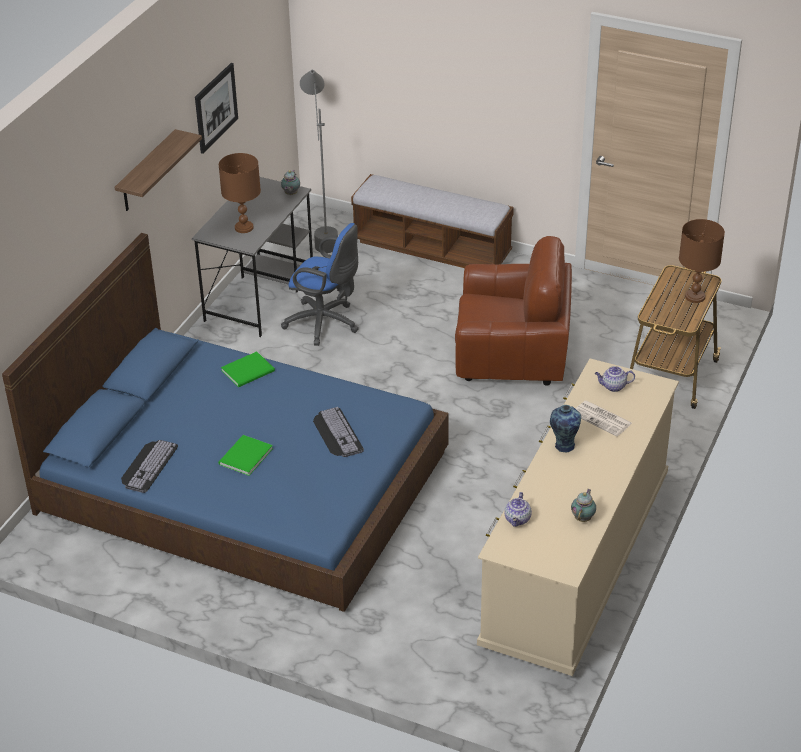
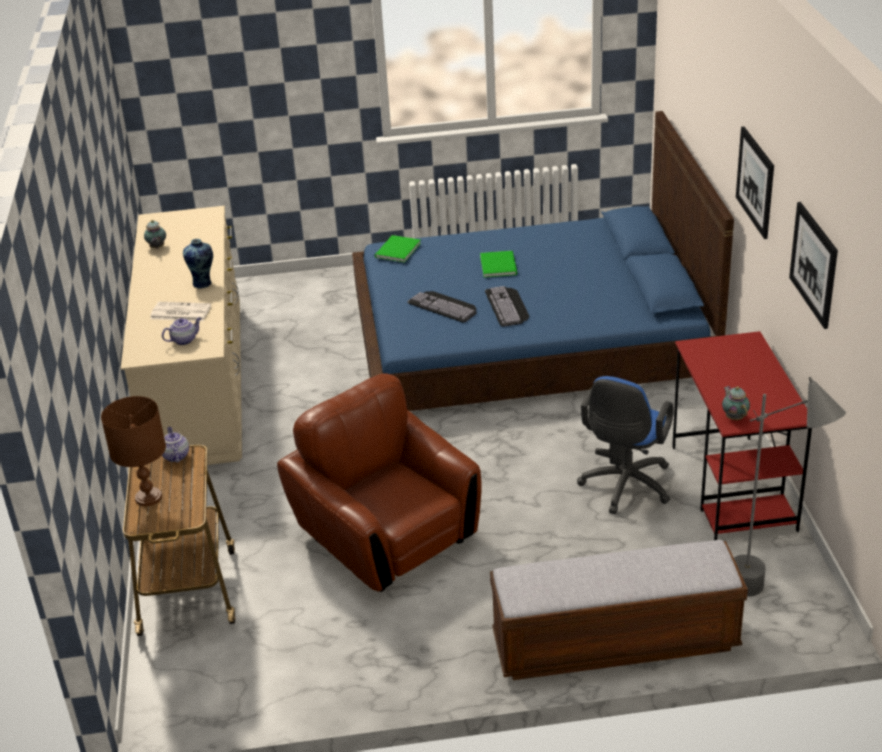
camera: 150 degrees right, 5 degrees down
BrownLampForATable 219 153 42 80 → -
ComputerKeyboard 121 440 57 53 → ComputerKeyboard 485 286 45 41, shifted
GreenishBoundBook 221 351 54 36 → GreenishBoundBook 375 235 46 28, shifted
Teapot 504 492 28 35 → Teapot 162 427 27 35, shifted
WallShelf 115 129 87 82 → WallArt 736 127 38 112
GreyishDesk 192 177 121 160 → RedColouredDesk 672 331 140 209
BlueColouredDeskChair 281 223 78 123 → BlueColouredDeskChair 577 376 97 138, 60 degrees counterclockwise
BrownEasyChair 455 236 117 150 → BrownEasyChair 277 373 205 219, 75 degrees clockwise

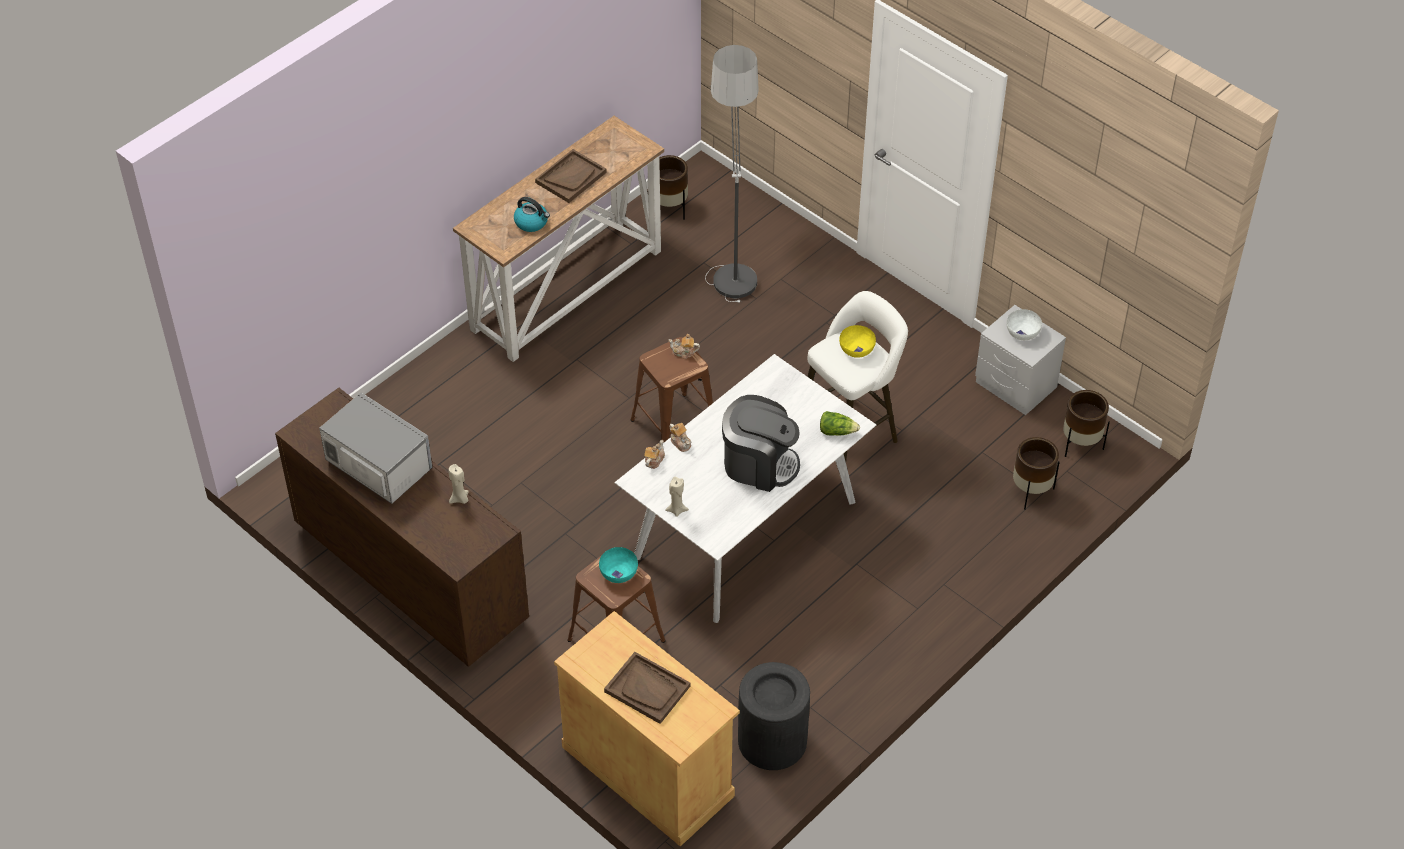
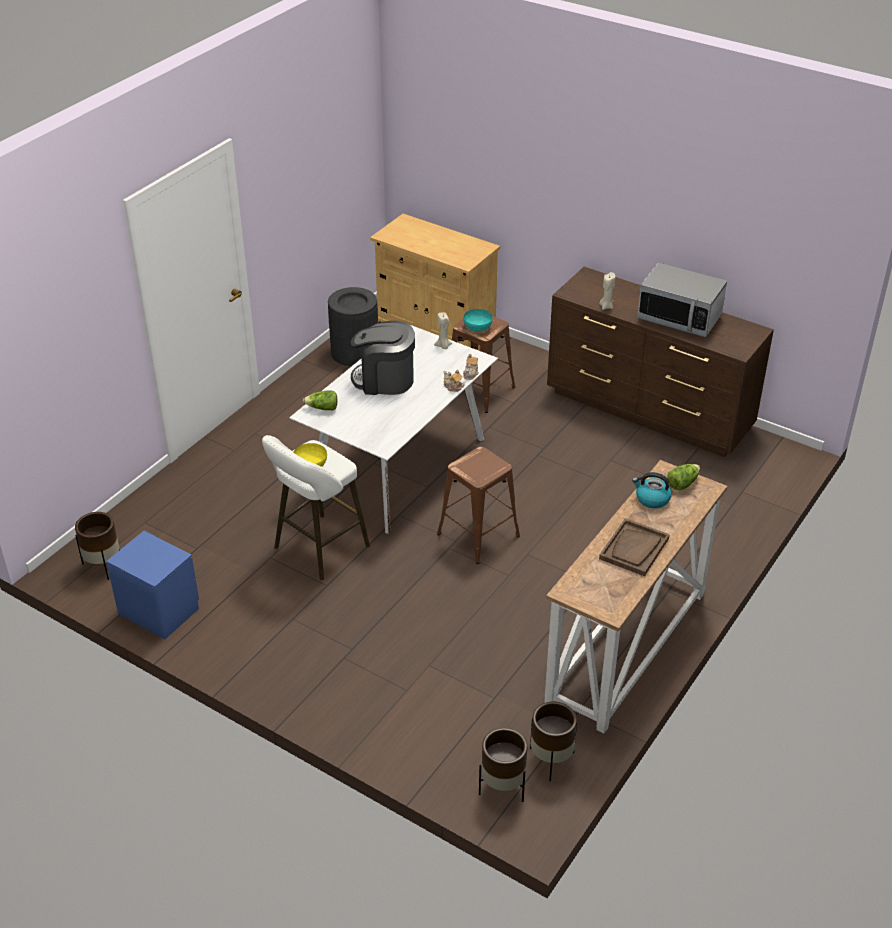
camera: 170 degrees right, 10 degrees down
BrownTray 604 652 86 72 → -
Teapot 669 334 31 25 → -
StandingLamp 705 45 54 258 → -
WhiteServingBowl 1007 309 35 31 → -
- → Lettuce 667 464 33 26
BrownFlowerPot 1013 437 47 73 → BrownFlowerPot 479 728 49 74, shifted
GreyishBedsideTable 975 305 91 110 → BlueColouredBedsideTable 106 531 93 108

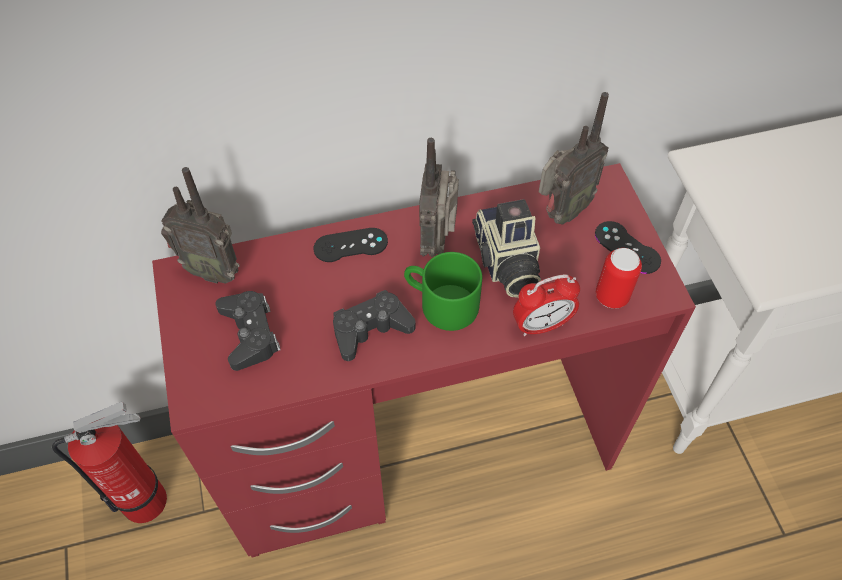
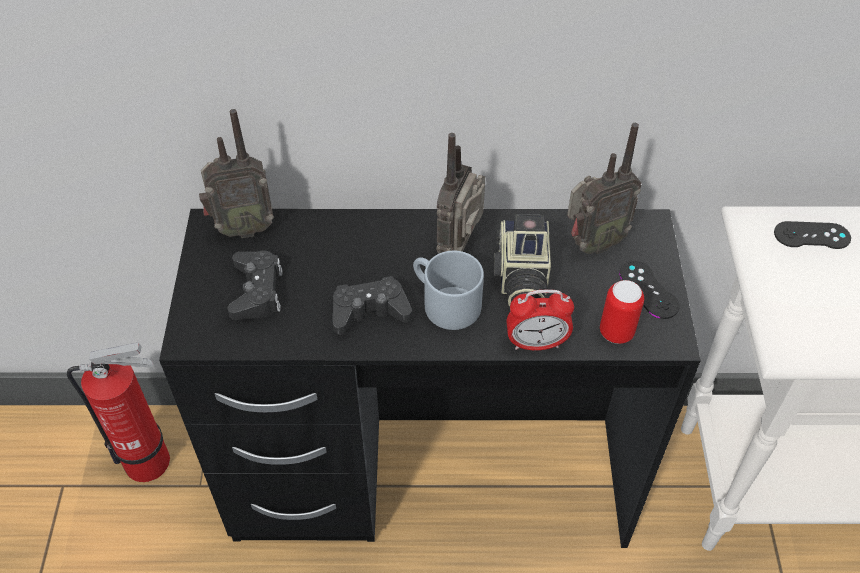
camera: 15 degrees right, 5 degrees down
BlackColouredJoypad 314 228 74 34 → BlackColouredJoypad 774 221 77 28, shifted
RedColouredDesk 152 163 544 395 → BlackColouredDesk 159 209 542 339
GreenishCoffeeMug 404 252 78 79 → GreyishCoffeeMug 413 251 71 79
RadioSet 161 167 79 117 → RadioSet 199 109 75 129, 45 degrees counterclockwise

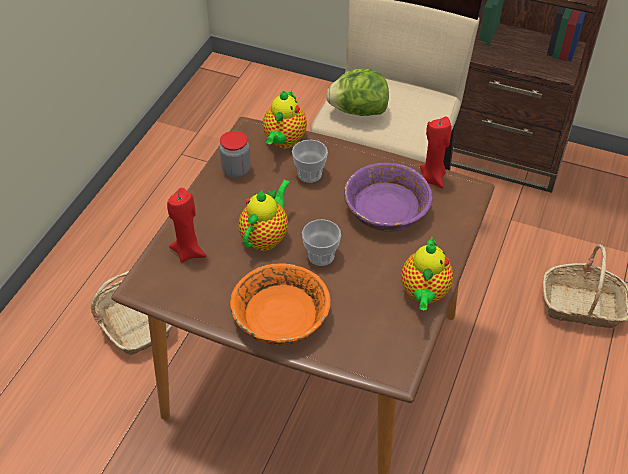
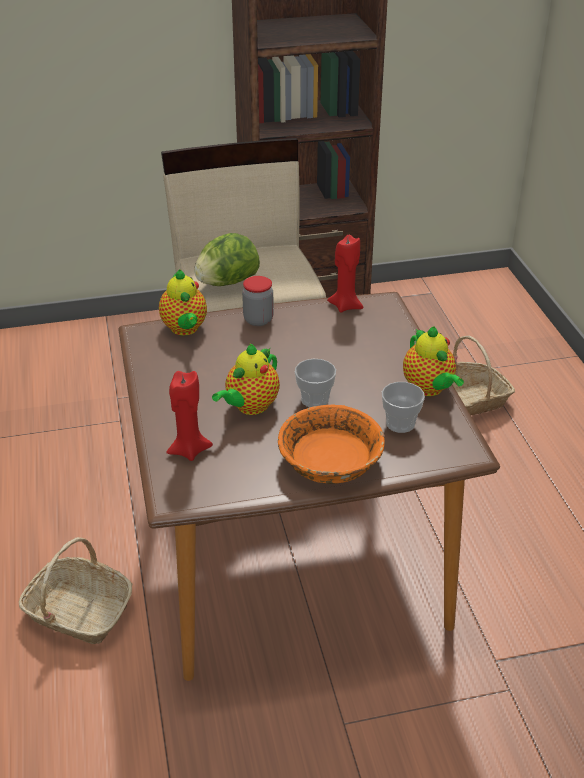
camera: 35 degrees left, 10 degrees down
PurpleServingBowl 344 163 89 68 → -
StorageJar 220 131 31 47 → StorageJar 242 276 32 50, shifted
Cup 292 139 36 44 → Cup 382 382 43 51, shifted
Teapot 238 180 53 71 → Teapot 212 344 68 71, 135 degrees counterclockwise

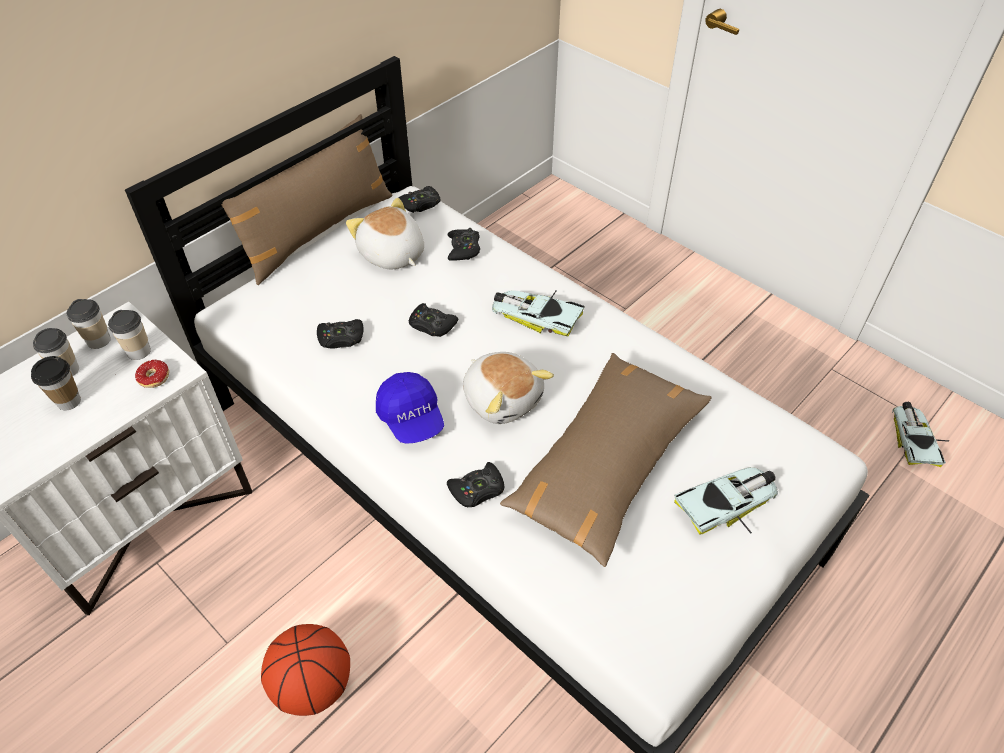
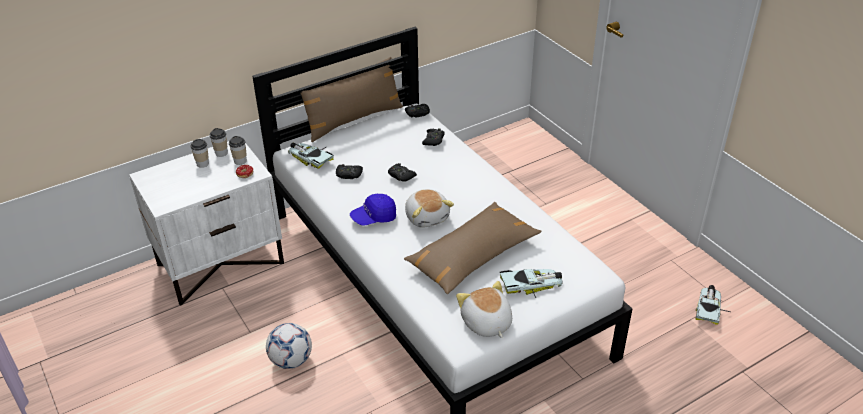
camera: 15 degrees right, 10 degrees down
Cup 31 356 50 55 → -
BlackColouredJoypad 447 462 57 45 → -
PlushToy 346 198 78 71 → PlushToy 456 281 56 57, shifted
ModelCar 492 290 93 46 → ModelCar 288 143 46 26, shifted
BallForBasketball 261 624 89 92 → BallForFootball 266 323 46 46
BlueColouredPeakedCap 376 372 68 72 → BlueColouredPeakedCap 350 194 46 32, 75 degrees clockwise

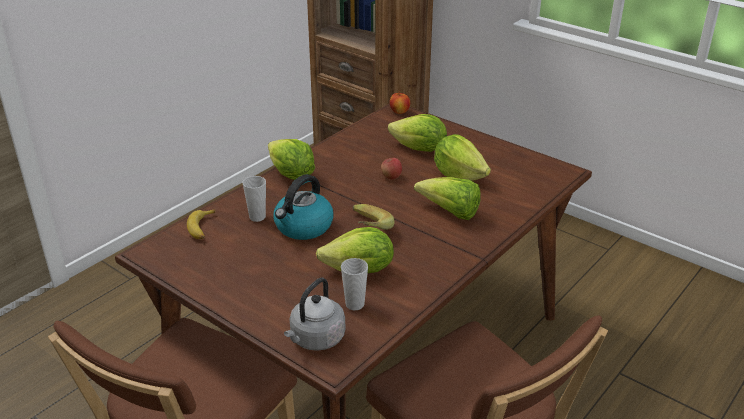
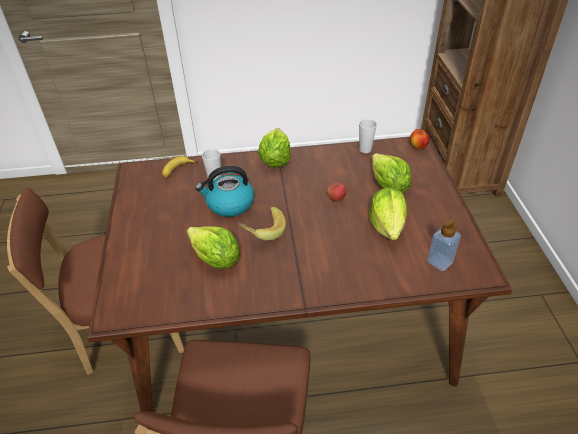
camera: 45 degrees right, 10 degrees up
GreyishWaterKettle 284 278 61 73 → -
Lettuce 414 177 67 43 → -
- → SoapDispenser 427 219 34 52
Cup 341 258 27 53 → Cup 359 119 18 34, shifted

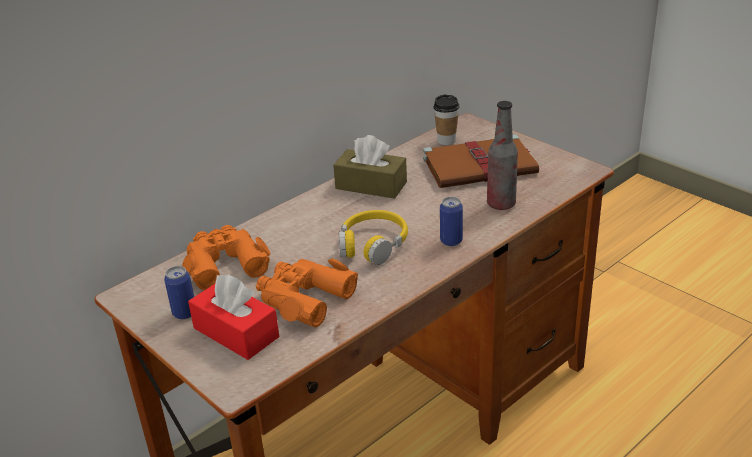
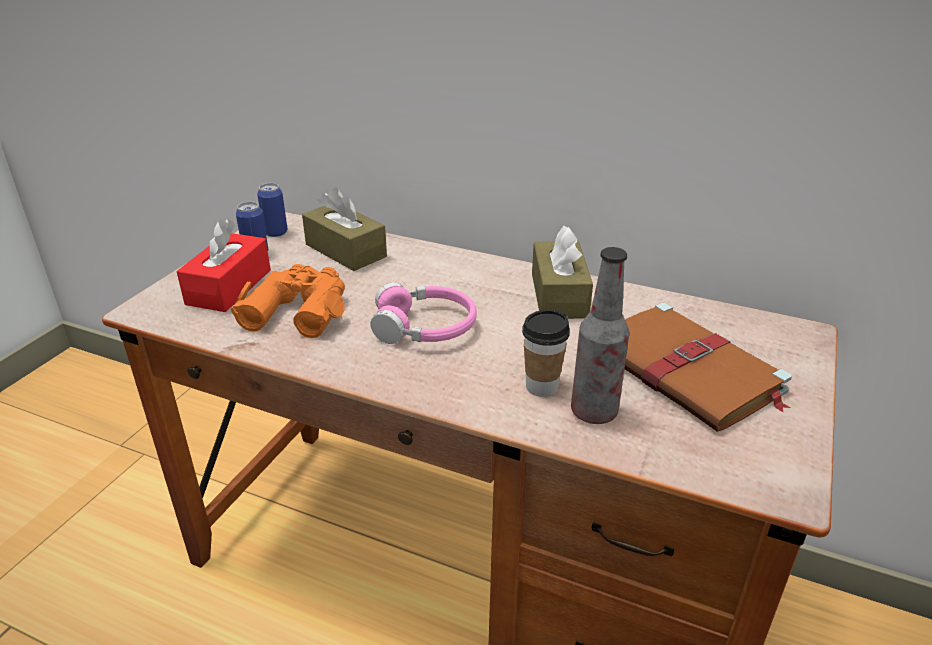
camera: 65 degrees right, 0 degrees up
Cup 433 94 26 51 → Cup 522 309 48 88, shifted
Can 440 197 23 49 → Can 257 183 31 54, shifted
OrangeColouredBinoculars 182 225 88 65 → BrownTissueHolder 302 188 85 83
YellowColouredHeadphones 339 210 69 55 → PinkHeadphones 371 283 106 61

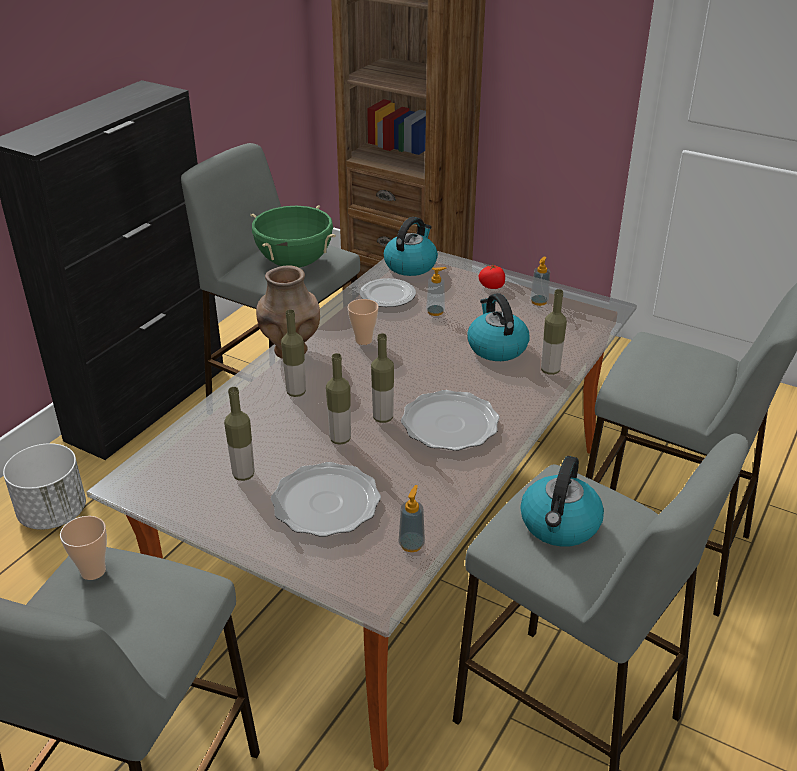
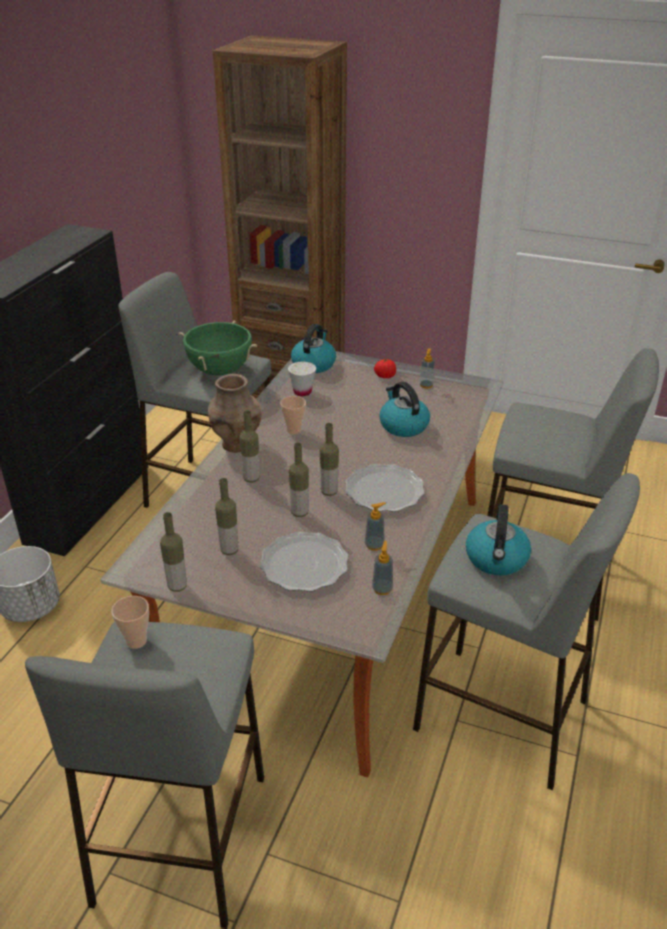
camera: 10 degrees left, 0 degrees up
SoapDispenser 426 267 21 49 → SoapDispenser 365 502 21 49, shifted
BeverageBottle 541 289 26 86 → BeverageBottle 160 512 27 80, shifted
Plate 360 278 56 29 → WhiteCup 288 362 28 34

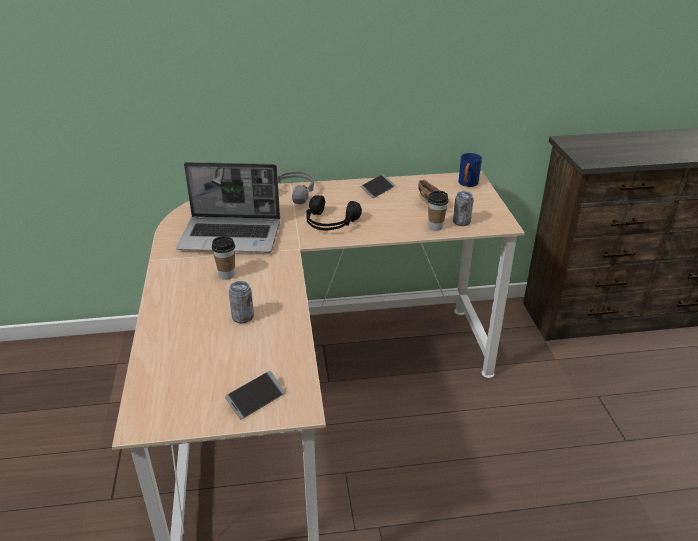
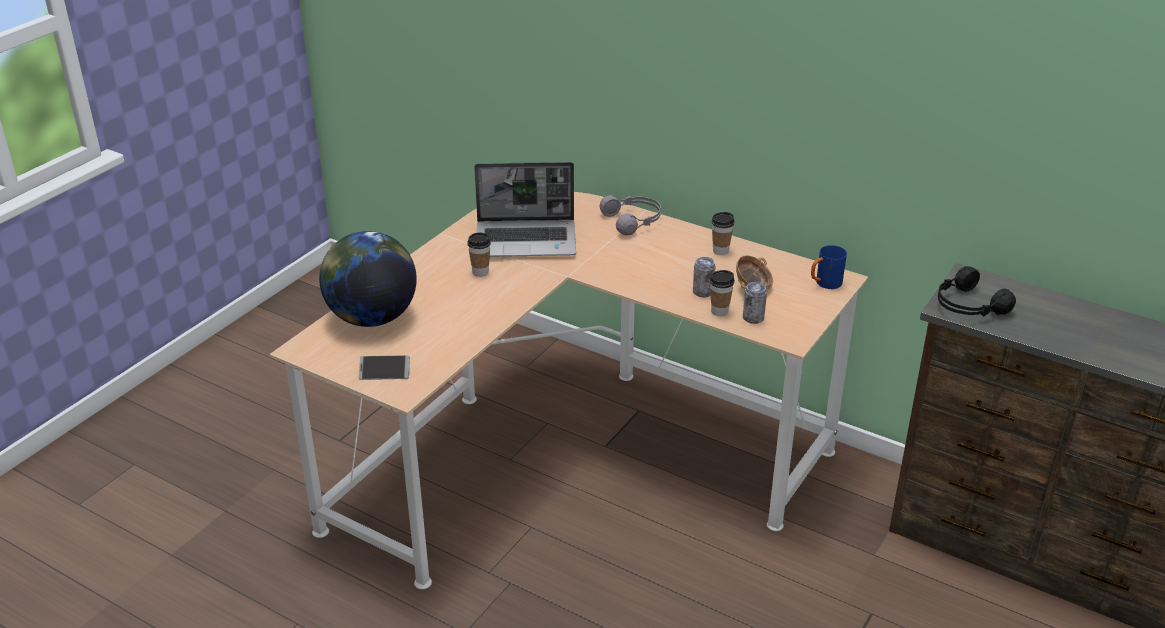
camera: 40 degrees right, 0 degrees up
- → WorldGlobe 319 231 98 96
Can 229 281 25 42 → Can 693 257 23 40, shifted
BlackColouredHeadphones 306 195 56 35 → BlackColouredHeadphones 938 266 78 50, shifted
Phone 361 174 34 24 → Cup 712 212 23 43
NotebookComputer 176 162 104 91 → NotebookComputer 474 162 102 95, 45 degrees counterclockwise

